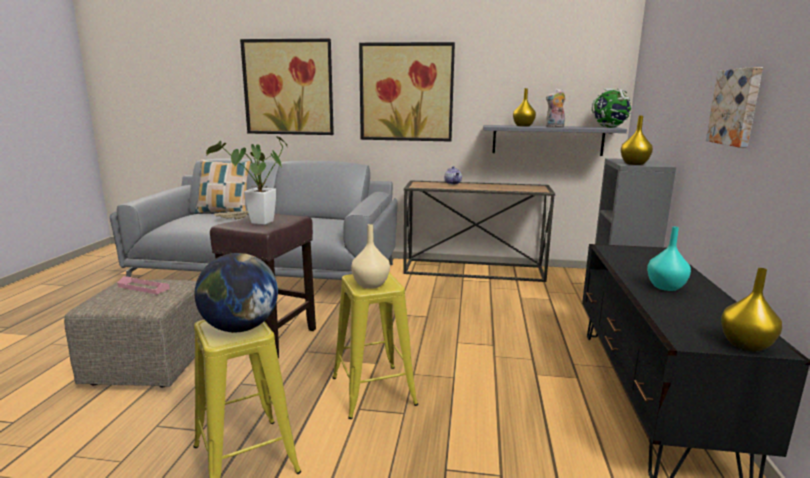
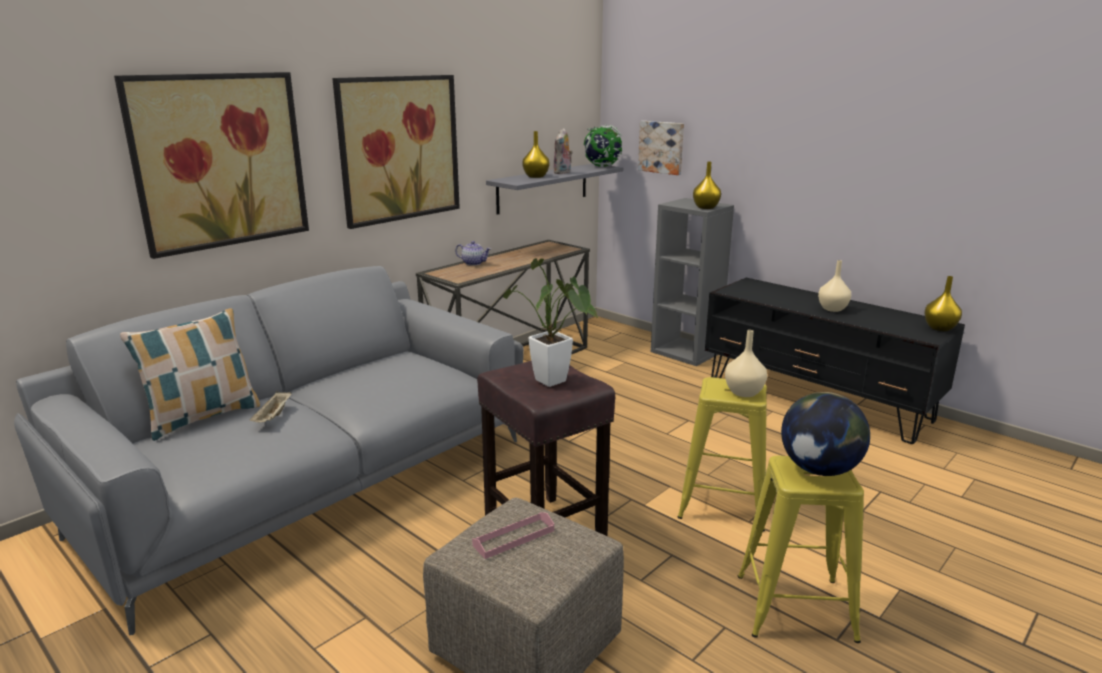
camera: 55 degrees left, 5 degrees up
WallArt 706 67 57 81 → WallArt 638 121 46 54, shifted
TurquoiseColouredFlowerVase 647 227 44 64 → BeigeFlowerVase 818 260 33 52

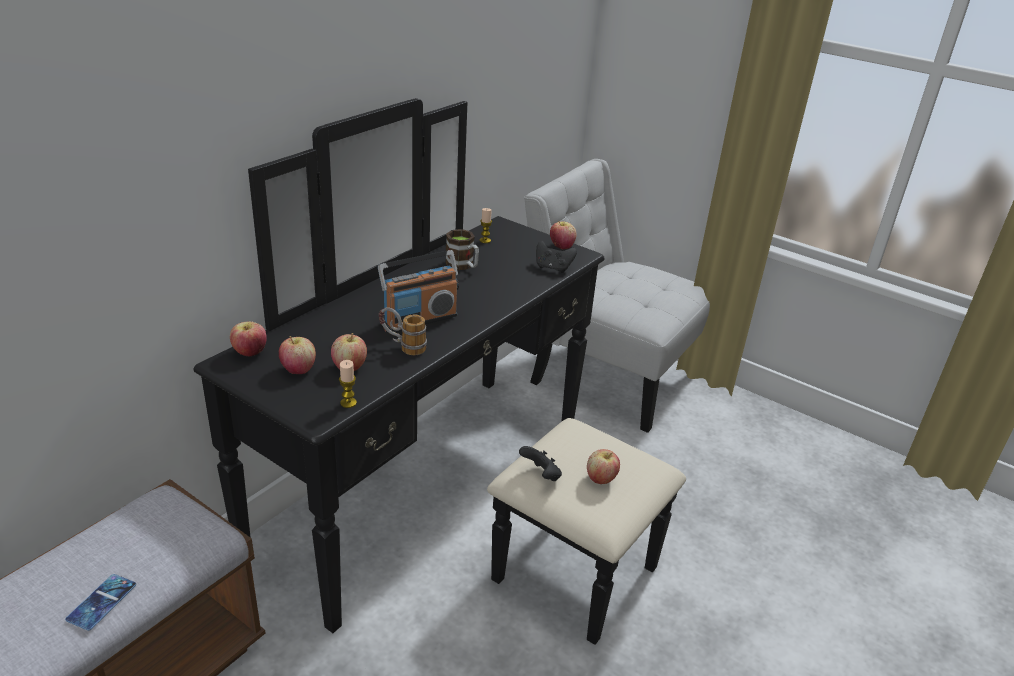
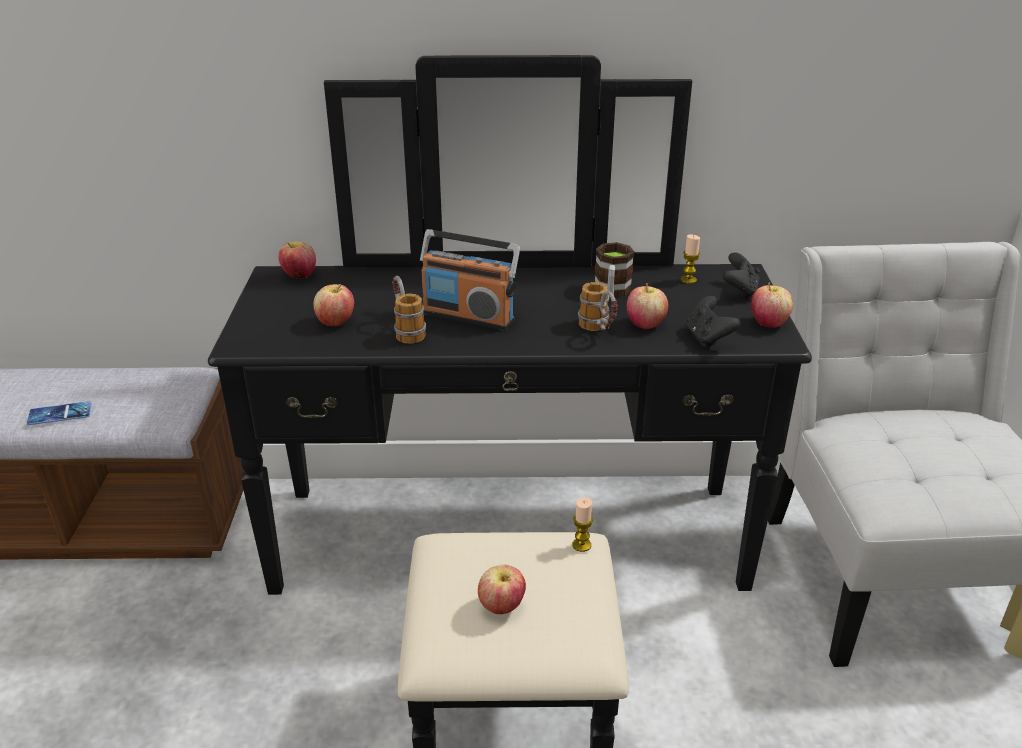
camera: 55 degrees right, 0 degrees up
- → CoffeeMug 578 282 40 49
AppleFruit 279 336 37 38 → AppleFruit 626 283 42 46, shifted
Candle 339 360 18 48 → Candle 572 497 21 55, shifted
BlackColouredJoypad 519 446 43 35 → BlackColouredJoypad 723 252 37 47, shifted

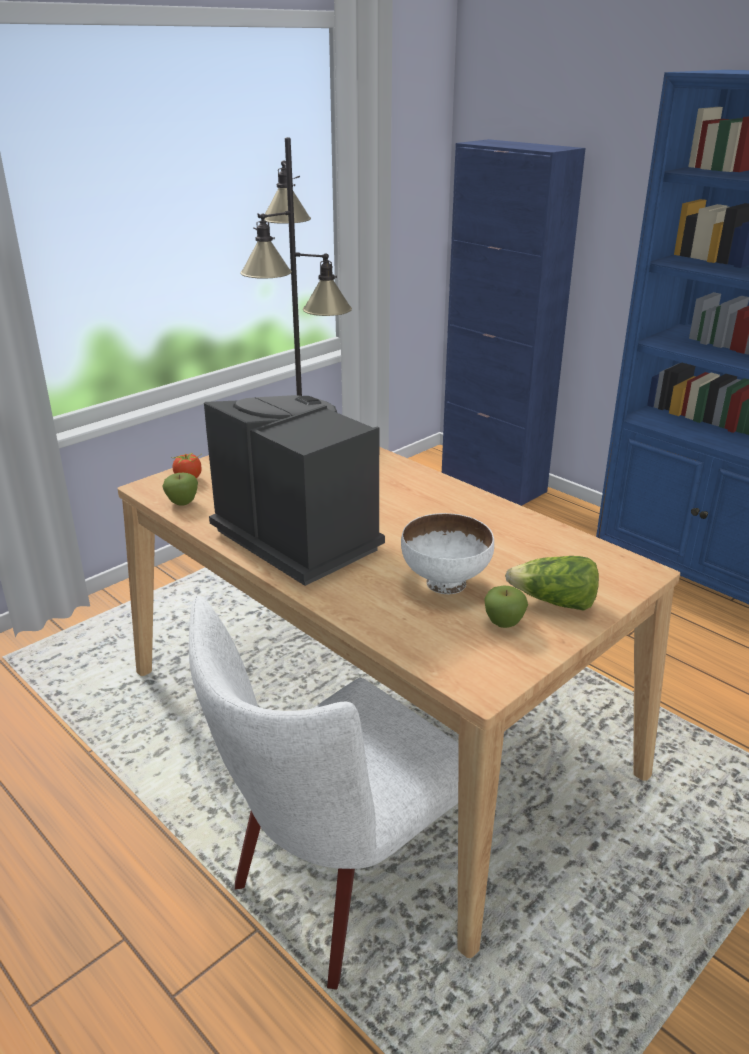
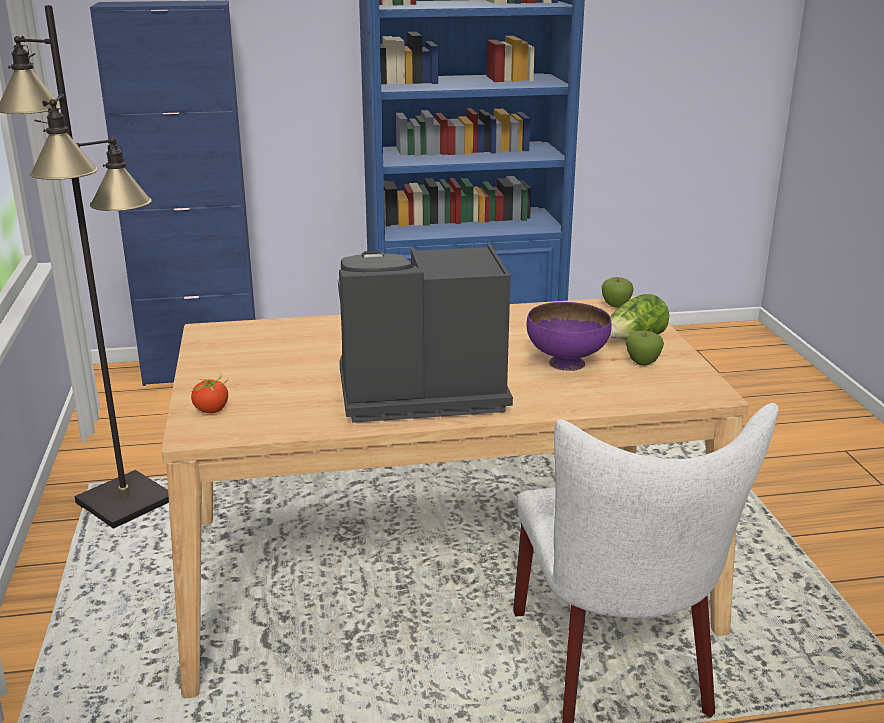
camera: 55 degrees left, 5 degrees down
AppleFruit 162 473 36 33 → AppleFruit 602 277 32 31, shifted
WhiteServingBowl 401 513 93 81 → PurpleServingBowl 527 302 85 69

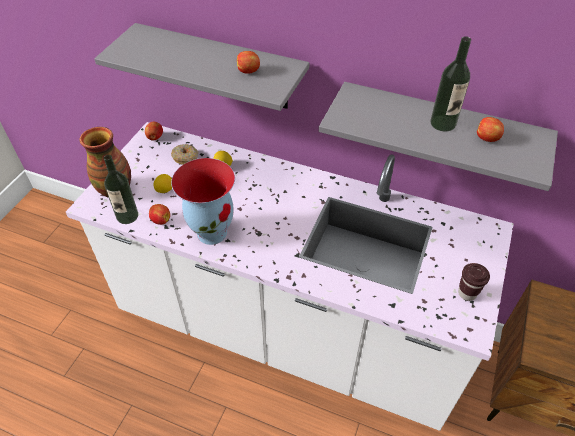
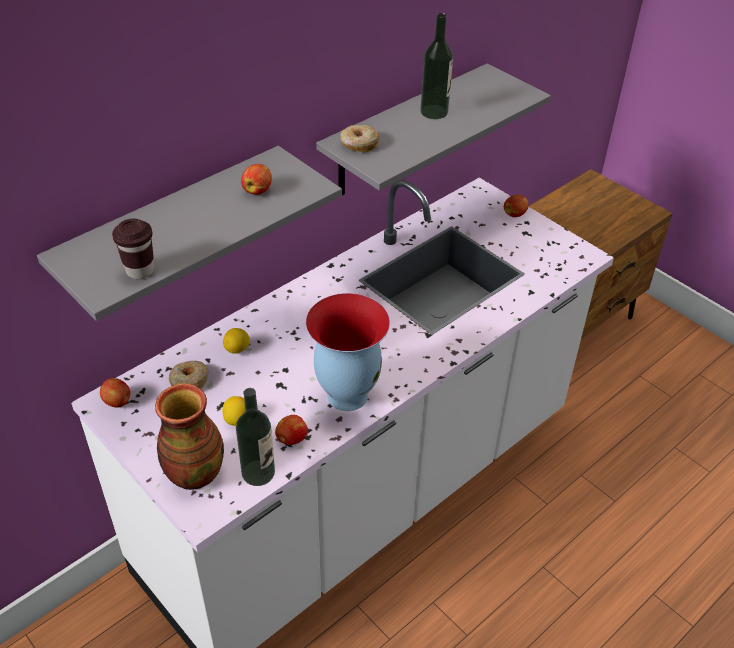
camera: 65 degrees left, 5 degrees down
- → RingDoughnut 340 125 40 28
BrownCup 458 263 32 38 → BrownCup 112 219 42 60, shifted
AppleFruit 477 117 27 25 → AppleFruit 504 194 25 23, shifted

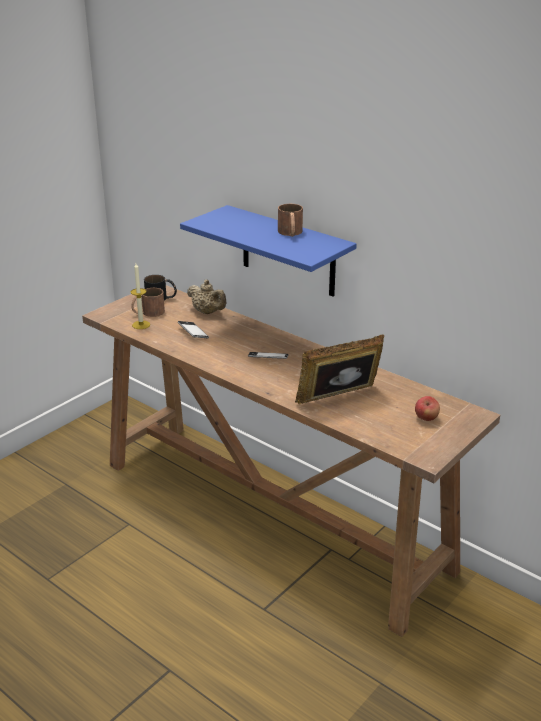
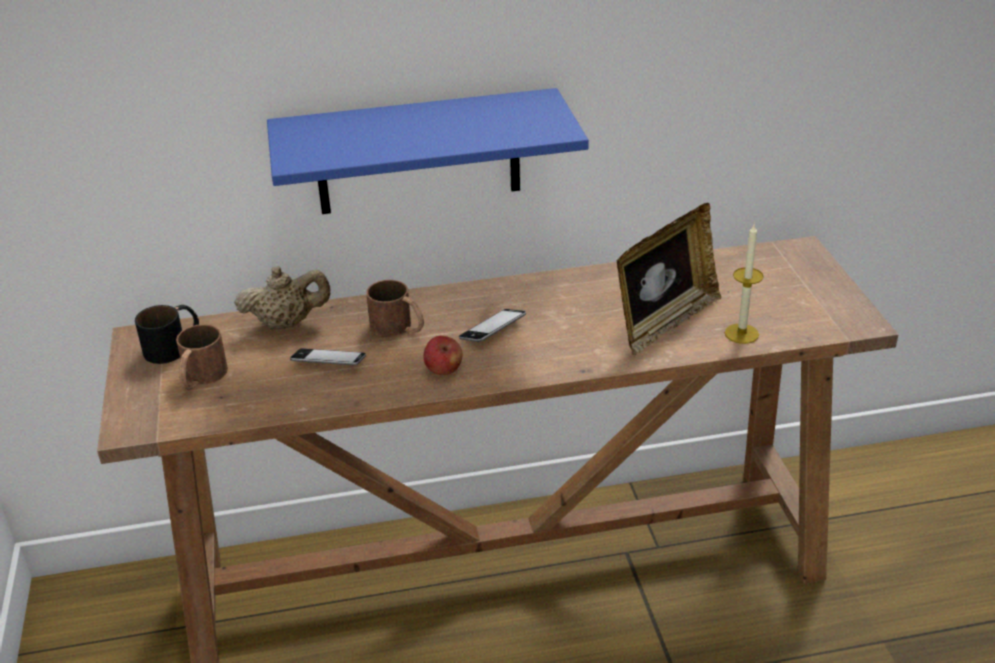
camera: 50 degrees left, 5 degrees up
Candle 131 263 19 66 → Candle 725 224 39 120, shifted
BrownCoffeeMug 278 204 25 33 → BrownCoffeeMug 366 280 58 57, shifted
AppleFruit 415 396 25 25 → AppleFruit 423 336 39 39, shifted
PhotoFrame 295 334 89 70 → PhotoFrame 616 203 106 152, 150 degrees counterclockwise

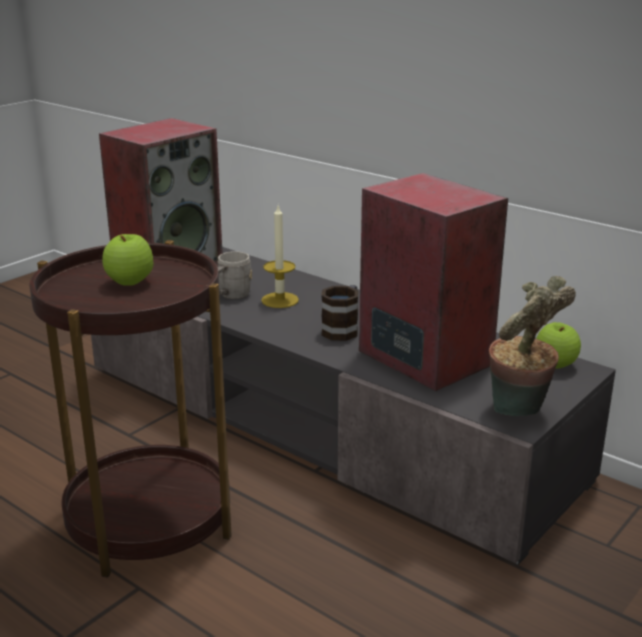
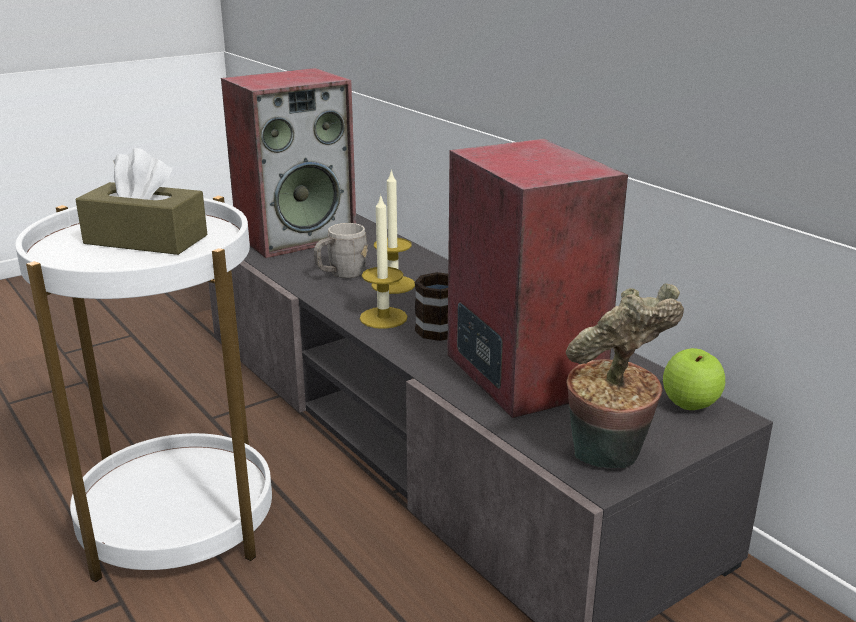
camera: 15 degrees right, 0 degrees up
- → Candle 360 195 48 134
AppleFruit 102 234 52 52 → BrownTissueHolder 75 148 132 107
BrownAccentTable 29 240 203 337 → WhiteAccentTable 15 196 257 386

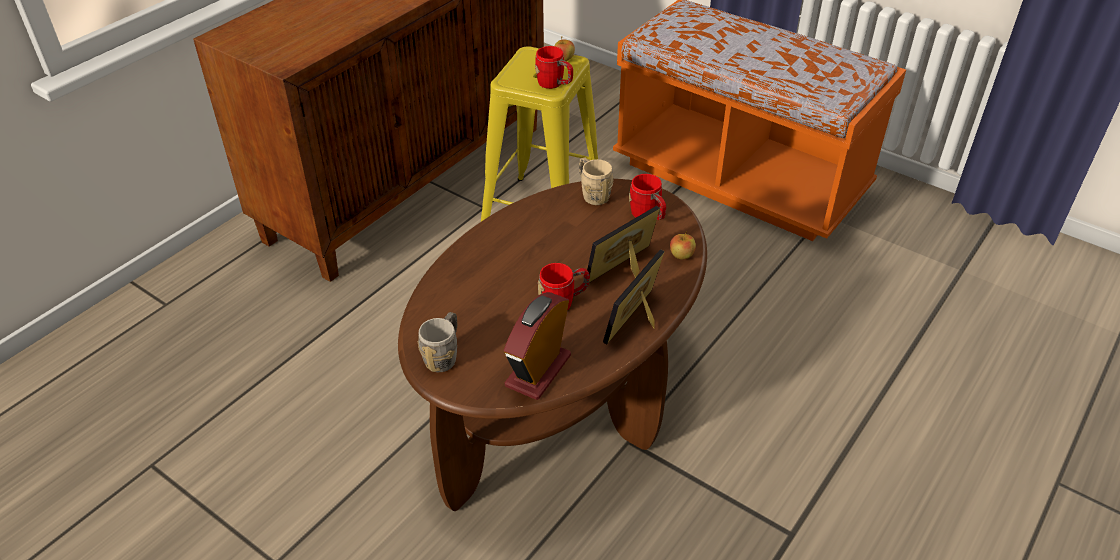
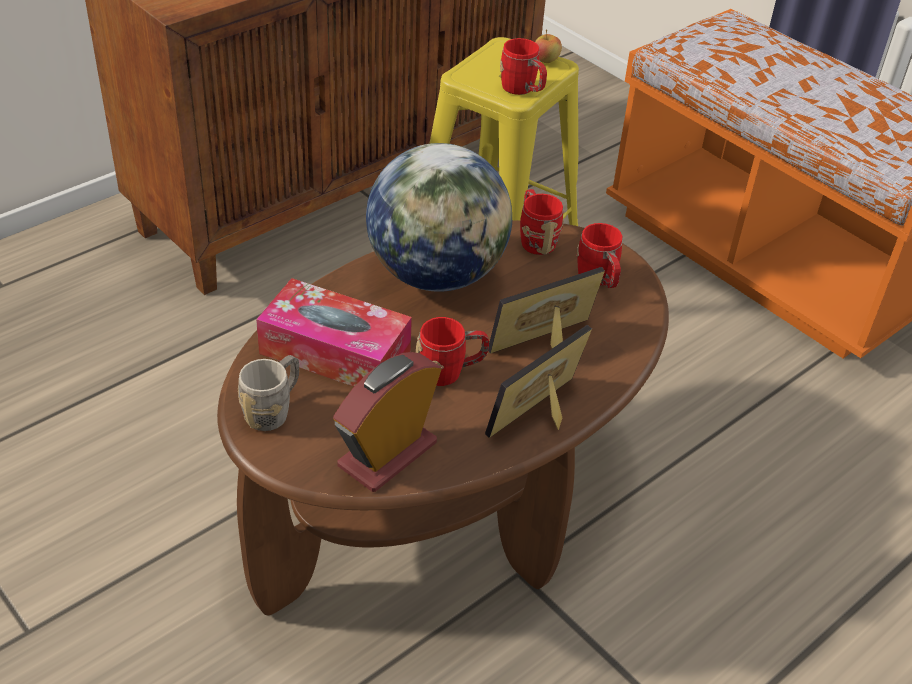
camera: 10 degrees right, 0 degrees up
AppleFruit 670 231 26 28 → -
- → TissueHolder 256 278 156 109
- → WorldGlobe 366 143 146 149
BeigeCoffeeMug 579 158 35 47 → RedColouredCoffeeMug 520 189 44 66

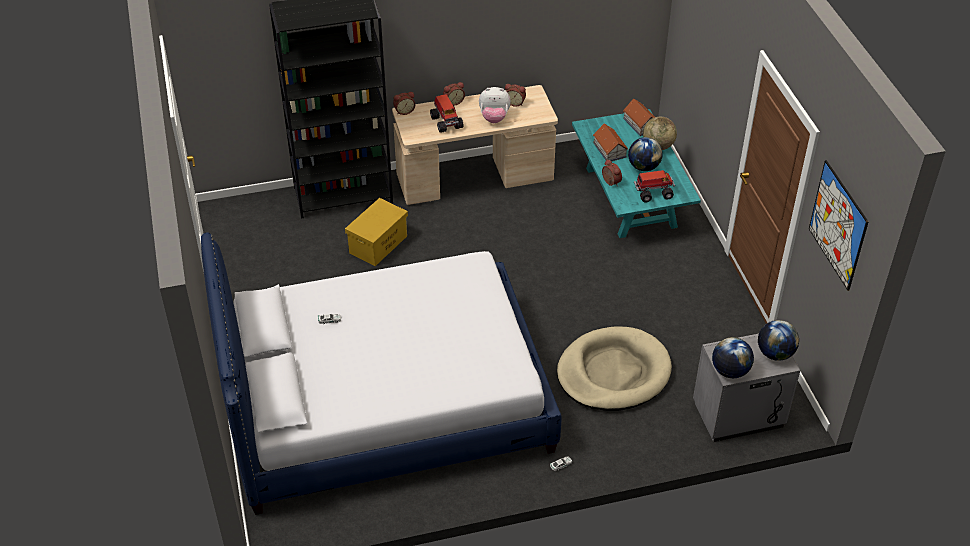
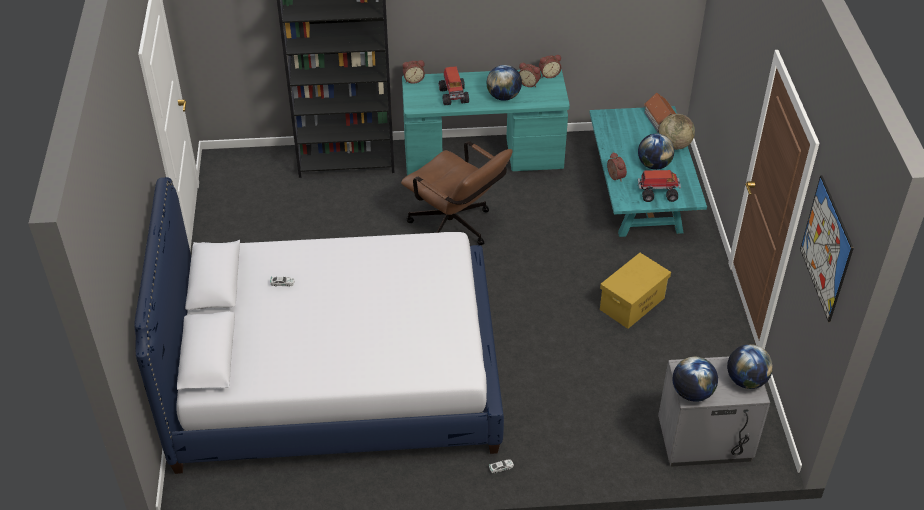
camera: 10 degrees right, 0 degrees up
BeigeDogCushion 557 326 115 85 → -
ModelHouse 593 123 35 38 → -
- → BrownDeskChair 401 141 111 104
YellowColouredStorageContainer 345 198 63 68 → YellowColouredStorageContainer 600 253 71 76, shifted
AlarmClock 443 82 22 24 → AlarmClock 539 55 22 23, shifted
PlushToy 479 87 32 36 → WorldGlobe 486 65 36 36
BeigeDesk 392 85 166 120 → TurquoiseColouredDesk 402 69 168 107

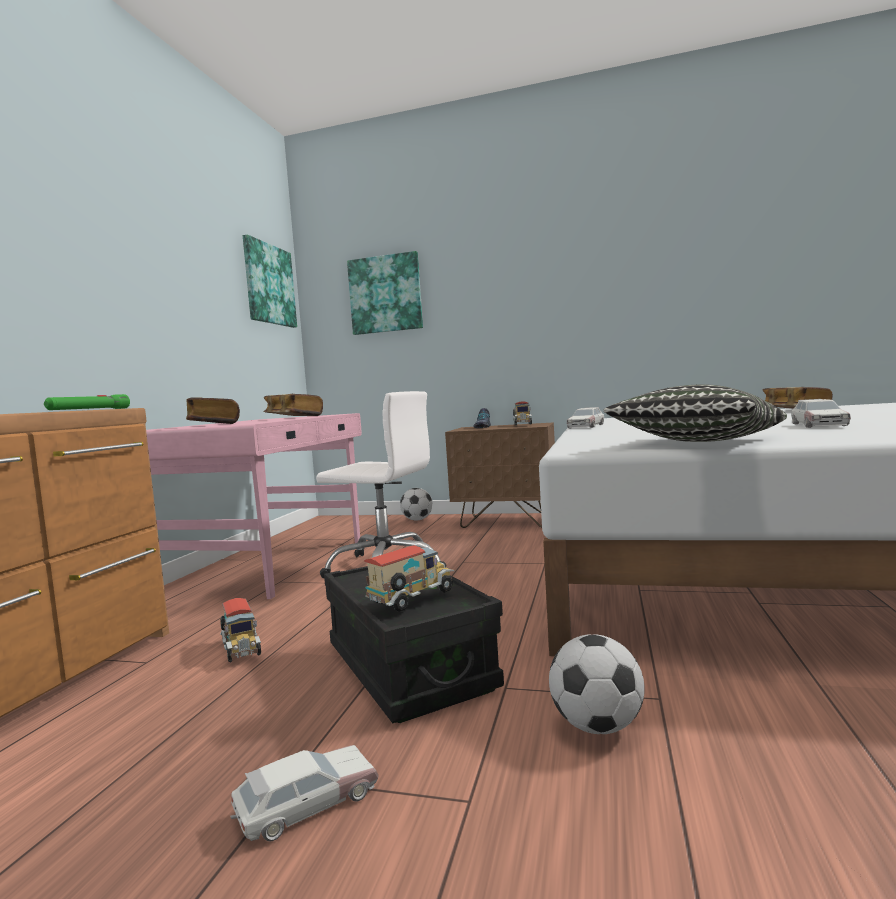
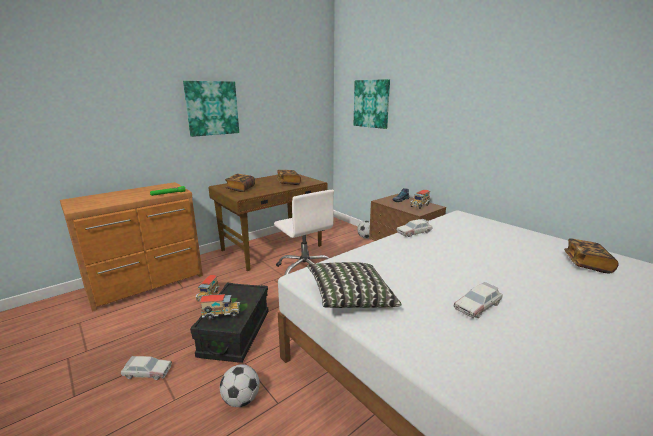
camera: 35 degrees right, 15 degrees up
WallArt 243 235 54 93 → WallArt 183 81 56 56, shifted
PinkDesk 146 413 216 186 → BrownDesk 209 174 119 97

